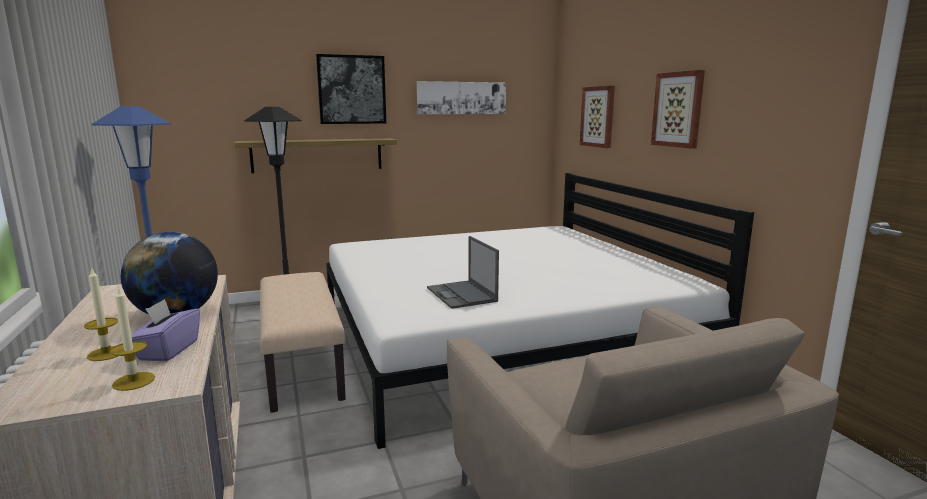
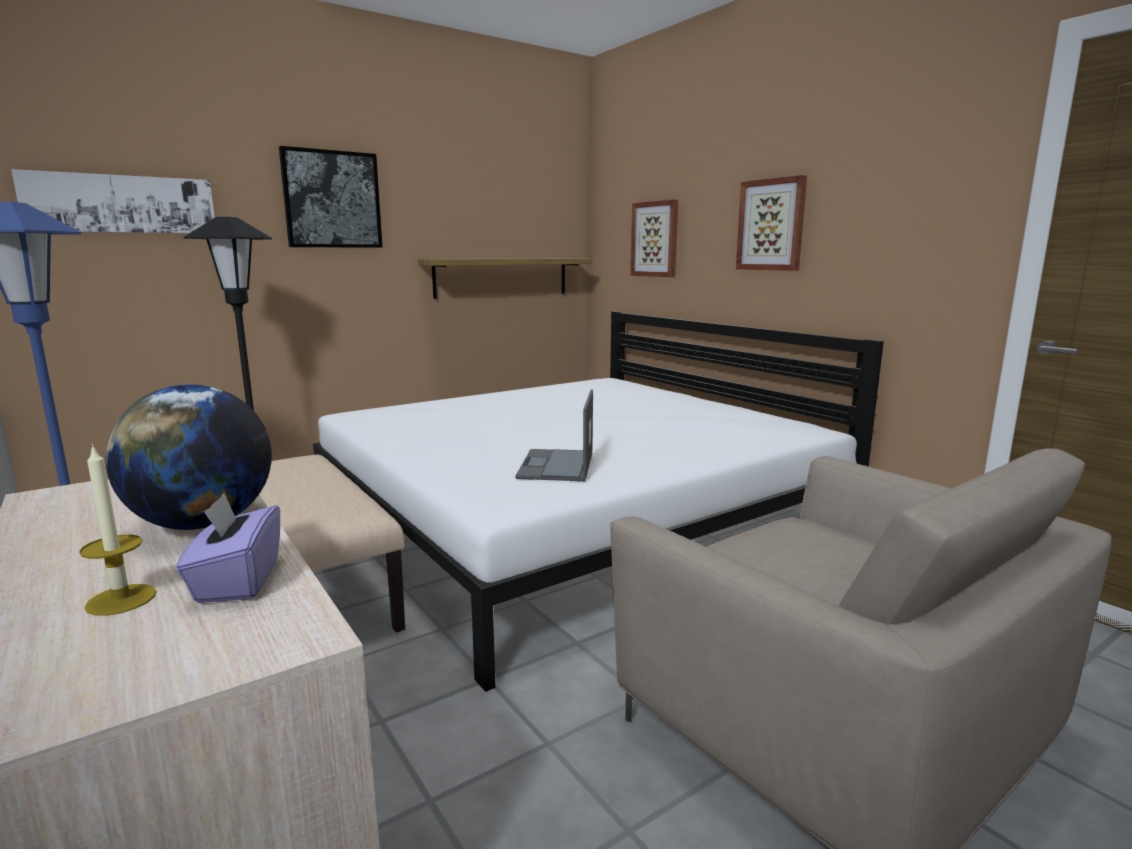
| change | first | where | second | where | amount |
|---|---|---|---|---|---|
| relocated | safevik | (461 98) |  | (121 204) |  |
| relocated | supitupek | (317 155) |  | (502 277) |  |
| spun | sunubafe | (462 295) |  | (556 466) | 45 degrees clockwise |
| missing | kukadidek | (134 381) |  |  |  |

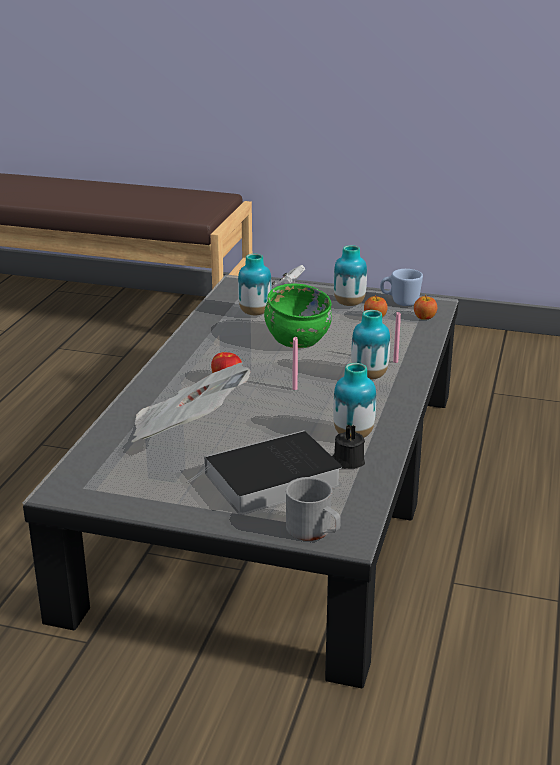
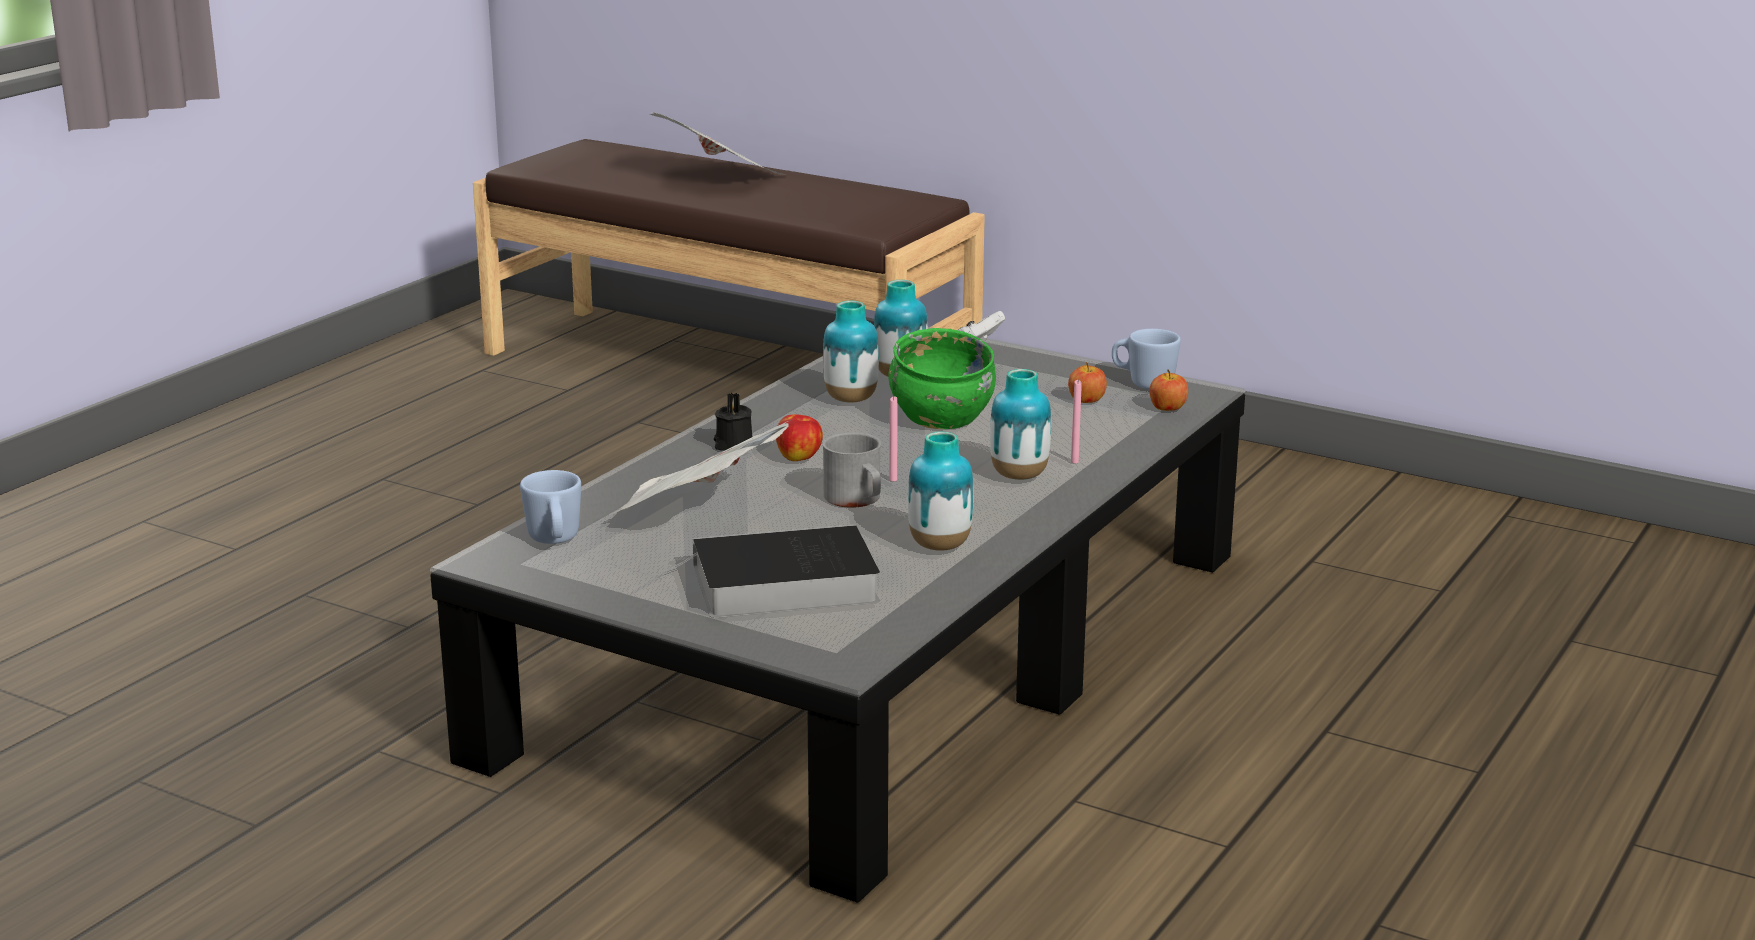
| change | first | where | second | where | amount |
|---|---|---|---|---|---|
| appeared |  |  | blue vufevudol | (554 541) |  |
| appeared |  |  | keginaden | (718 179) |  |
| relocated | black kukadidek | (348 461) |  | (733 445) |  |
| relocated | grey vufevudol | (314 531) |  | (856 500) |  |
| relocated | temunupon | (349 304) |  | (850 399) |  |

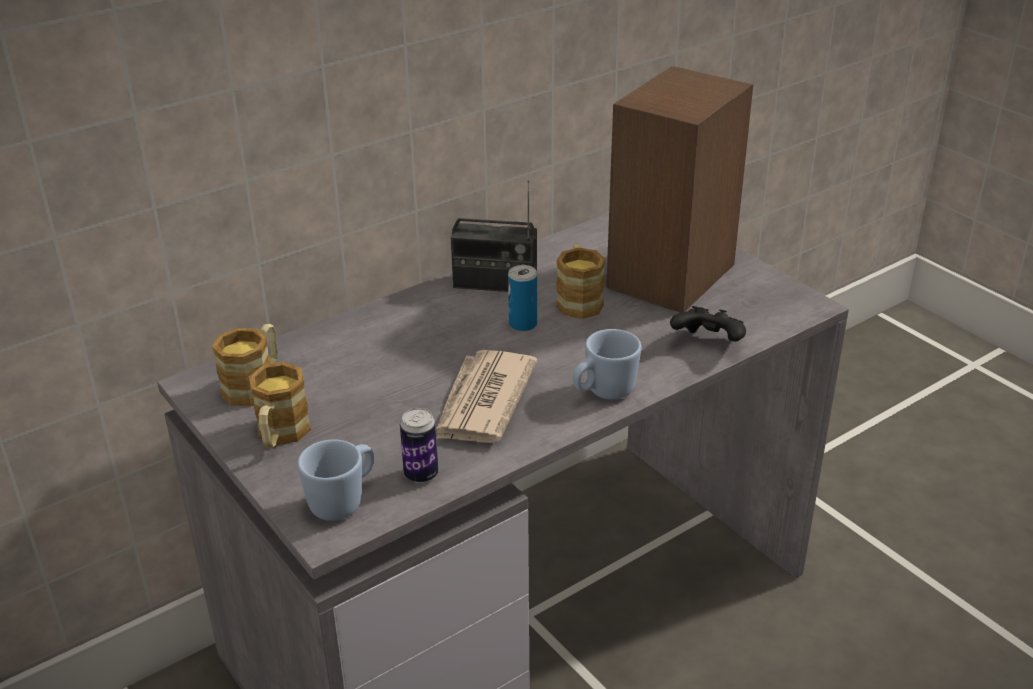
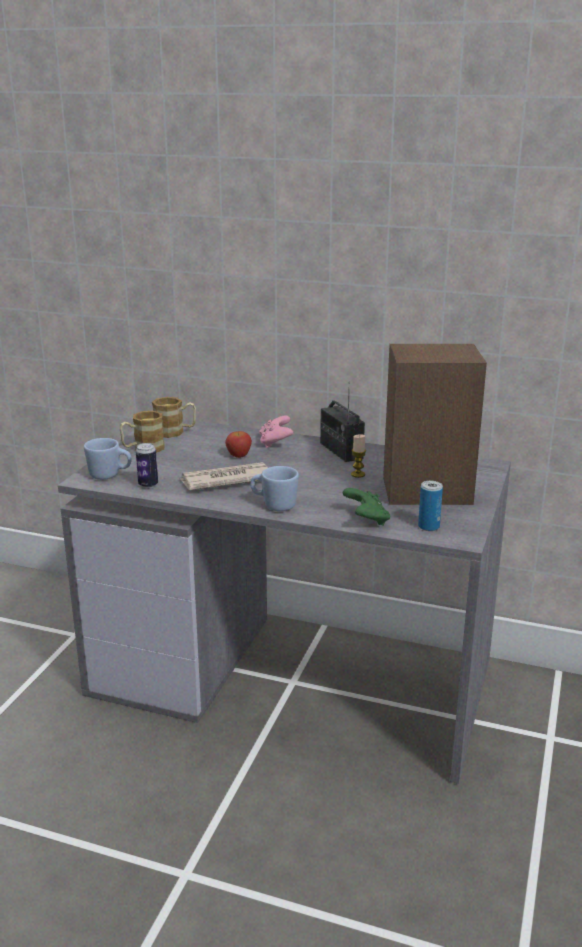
| change | first | where | second | where | amount |
|---|---|---|---|---|---|
| appeared |  |  | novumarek | (238 455) |  |
| appeared |  |  | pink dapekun | (275 442) |  |
| colour | black dapekun | (708 344) | green dapekun | (366 520) |  |
| exchanged | vufevudol | (578 300) | kukadidek | (358 474) |  |
| relocated | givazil | (523 324) |  | (428 526) |  |

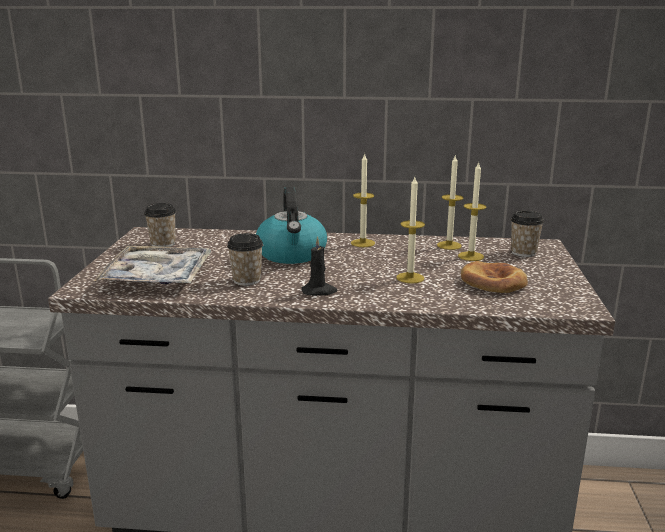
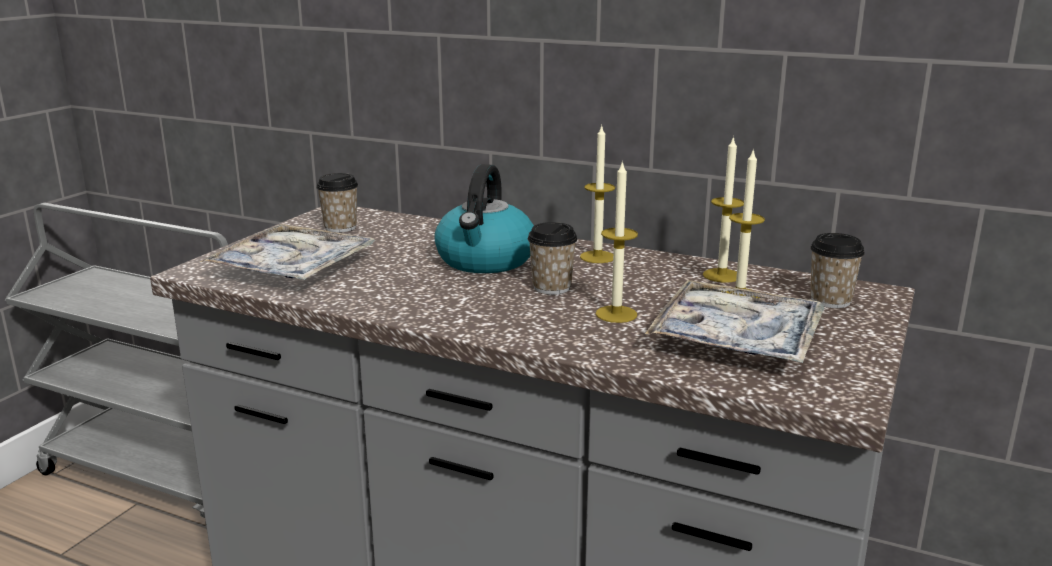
| change | first | where | second | where | amount |
|---|---|---|---|---|---|
| relocated | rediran | (247 280) |  | (551 287) |  |
| exchanged | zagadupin | (493 282) | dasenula | (736 338) |  |
| missing | black kukadidek | (319 291) |  |  |  |

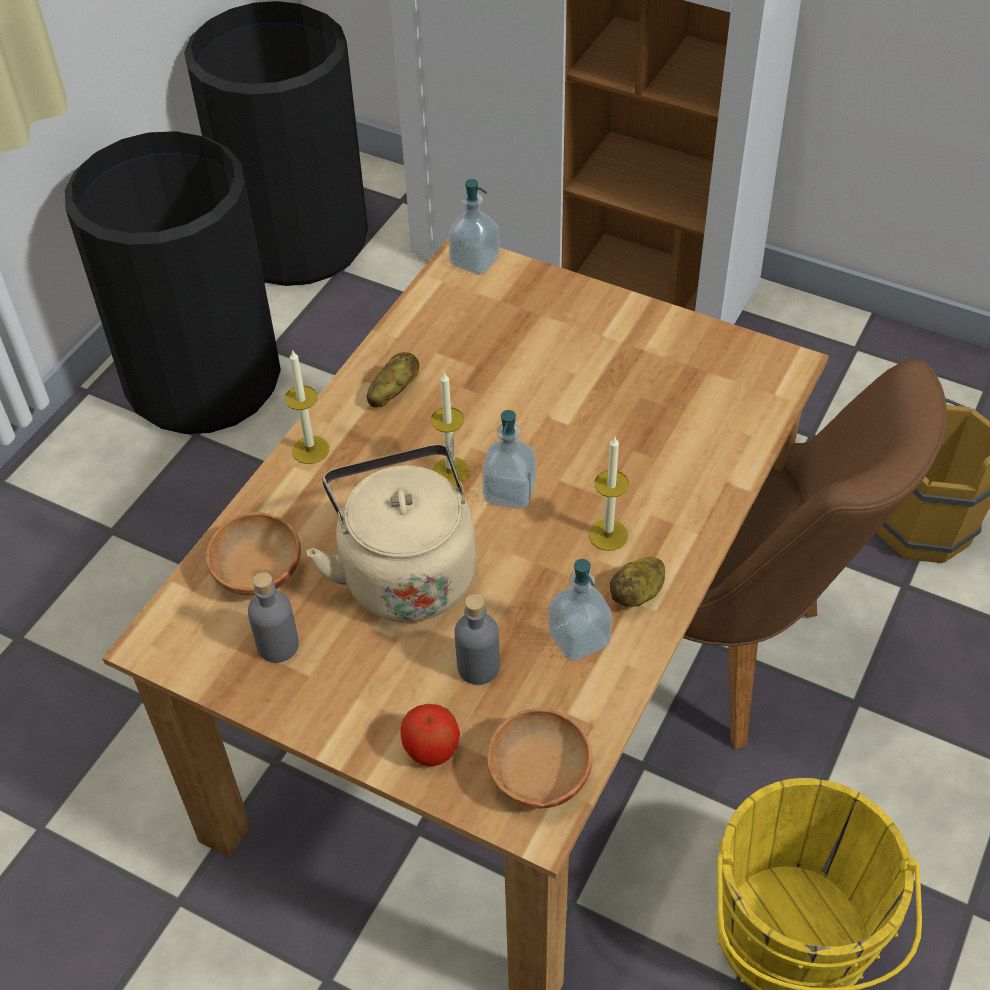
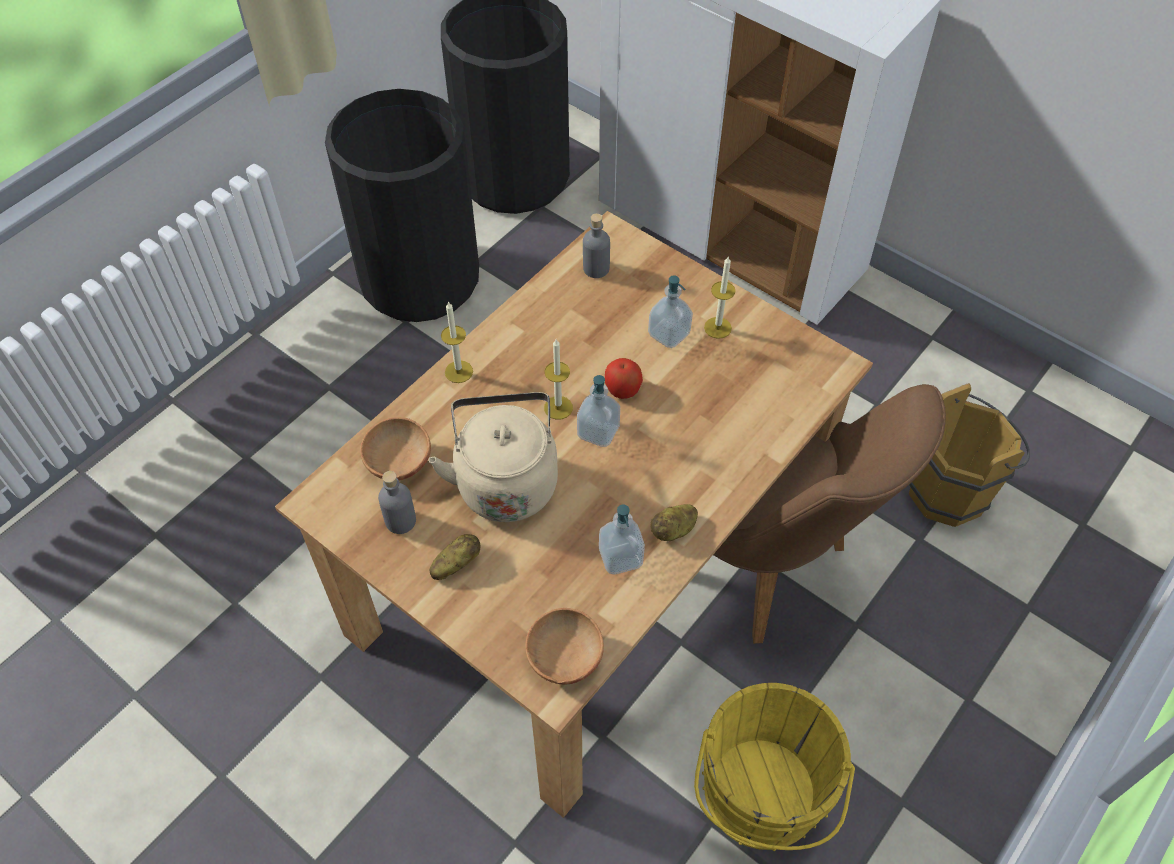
| change | first | where | second | where | amount |
|---|---|---|---|---|---|
| relocated | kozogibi | (393 392) |  | (456 564) |  |
| relocated | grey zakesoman | (478 667) |  | (596 268) |  |
| relocated | novumarek | (431 750) |  | (622 390) |  |
| relocated | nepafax | (474 261) |  | (669 334) |  |
| relocated | kukadidek | (608 535) |  | (717 327) |  |

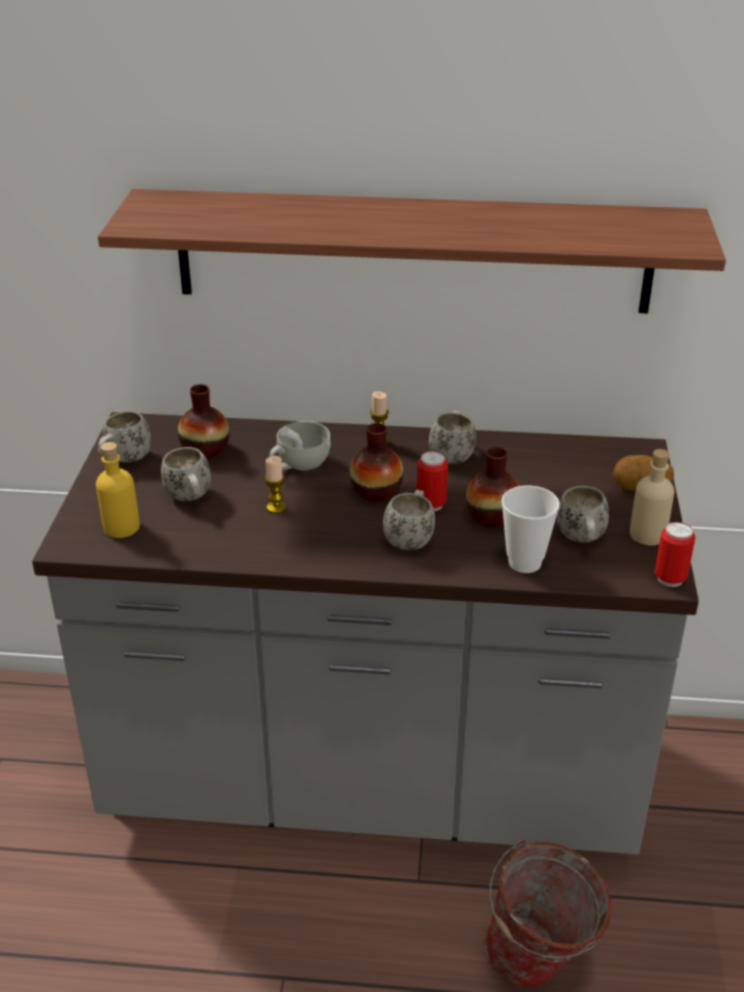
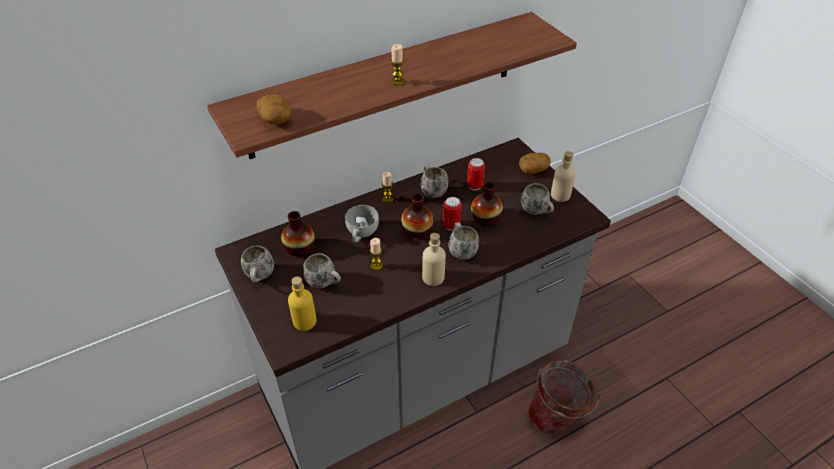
| change | first | where | second | where | amount |
|---|---|---|---|---|---|
| appeared |  |  | kozogibi | (276 119) |  |
| appeared |  |  | kukadidek | (397 81) |  |
| appeared |  |  | beige zakesoman | (433 277) |  |
| relocated | givazil | (670 578) |  | (474 186) |  |
| missing | rediran | (524 563) |  |  |  |

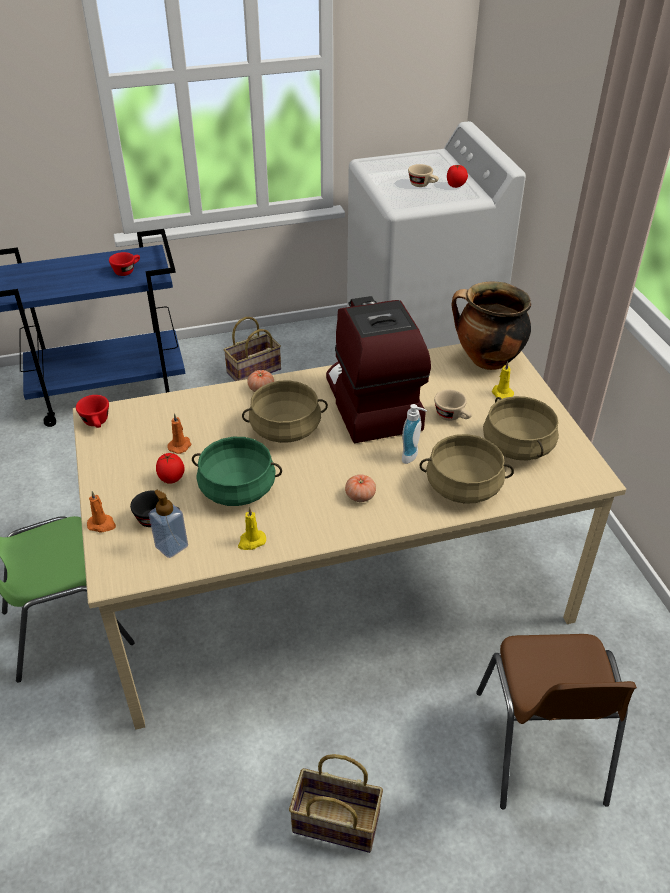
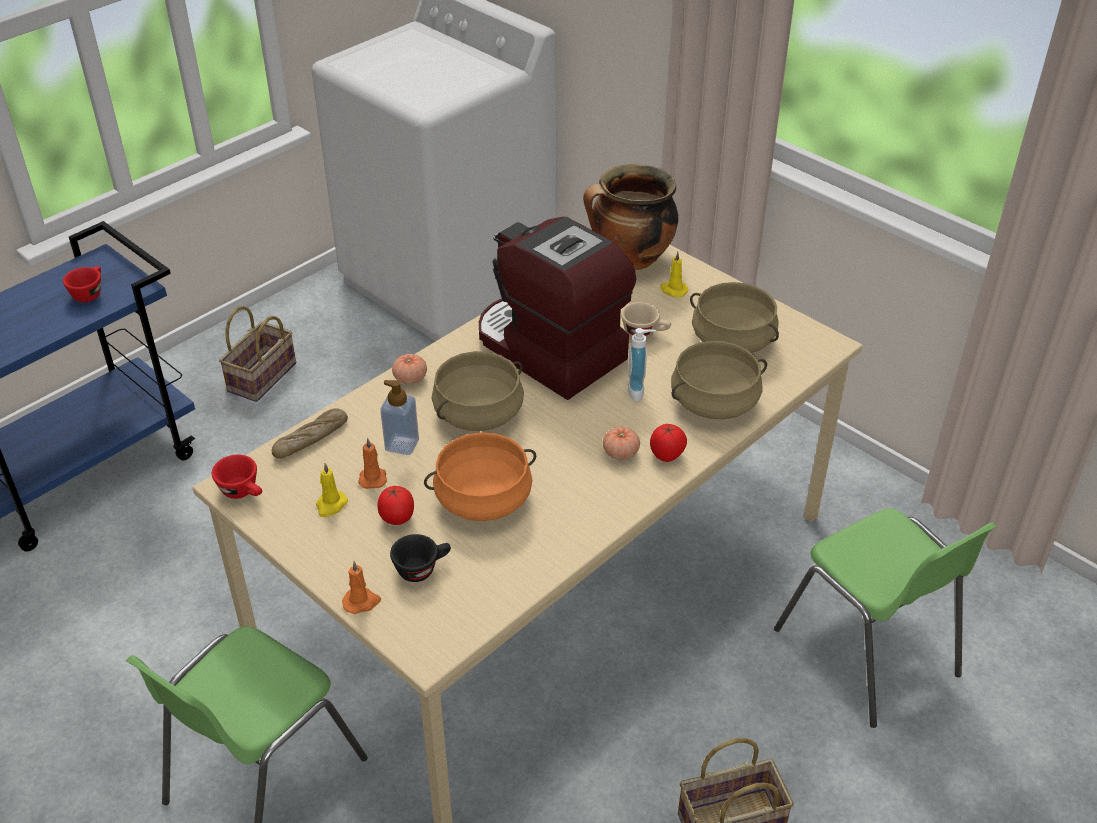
| change | first | where | second | where | amount |
|---|---|---|---|---|---|
| appeared |  |  | zagadupin | (311 439) |  |
| relocated | yellow kukadidek | (251 541) |  | (331 505) |  |
| relocated | nepafax | (171 546) |  | (402 444) |  |
| colour | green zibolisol | (238 488) | orange zibolisol | (483 498) |  |
| relocated | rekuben | (456 186) |  | (667 455) |  |
| colour | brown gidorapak | (540 748) | green gidorapak | (868 653) |  |
| missing | beige rediran | (423 185) |  |  |  |

